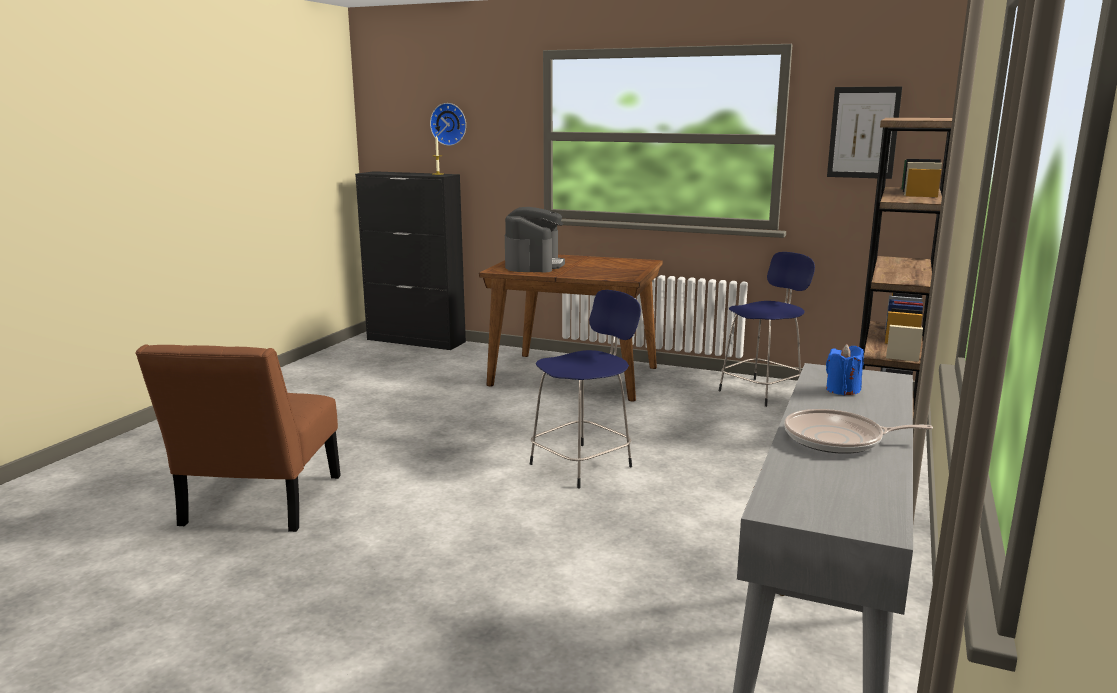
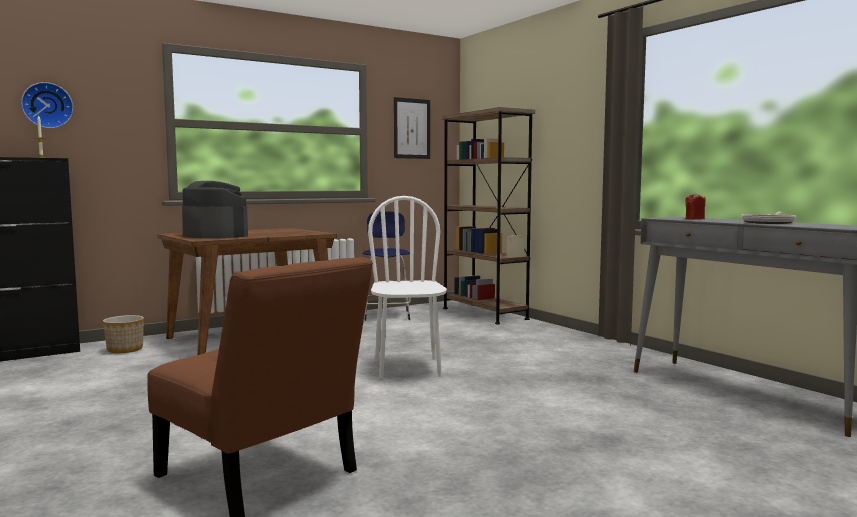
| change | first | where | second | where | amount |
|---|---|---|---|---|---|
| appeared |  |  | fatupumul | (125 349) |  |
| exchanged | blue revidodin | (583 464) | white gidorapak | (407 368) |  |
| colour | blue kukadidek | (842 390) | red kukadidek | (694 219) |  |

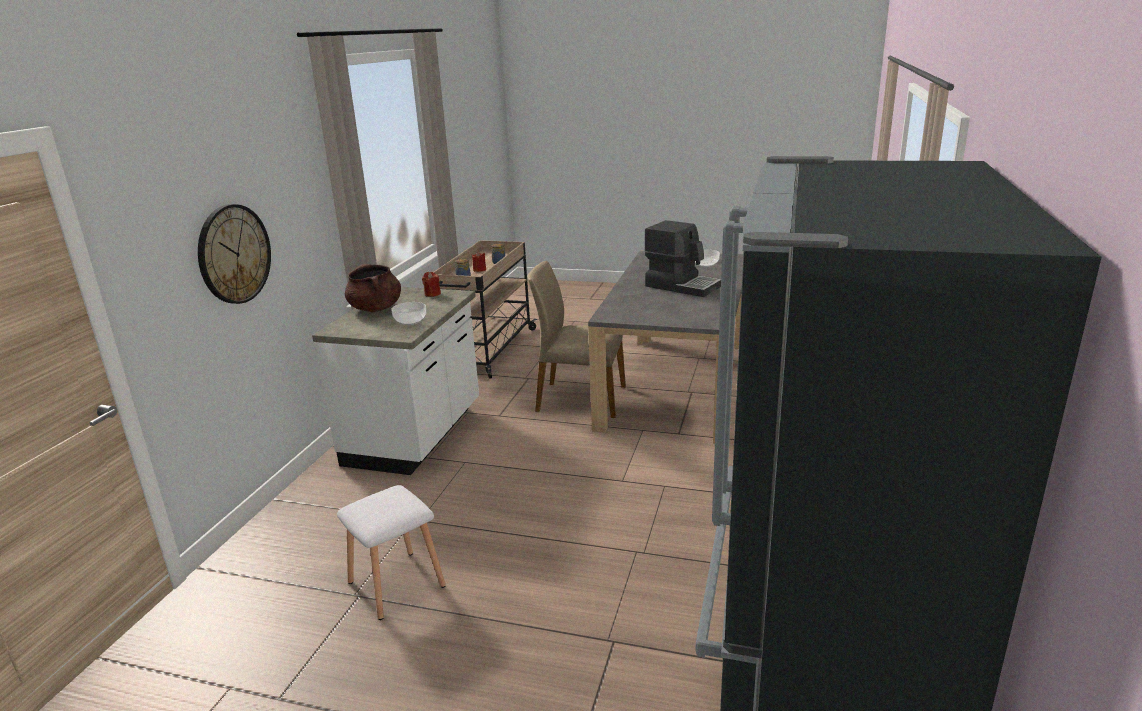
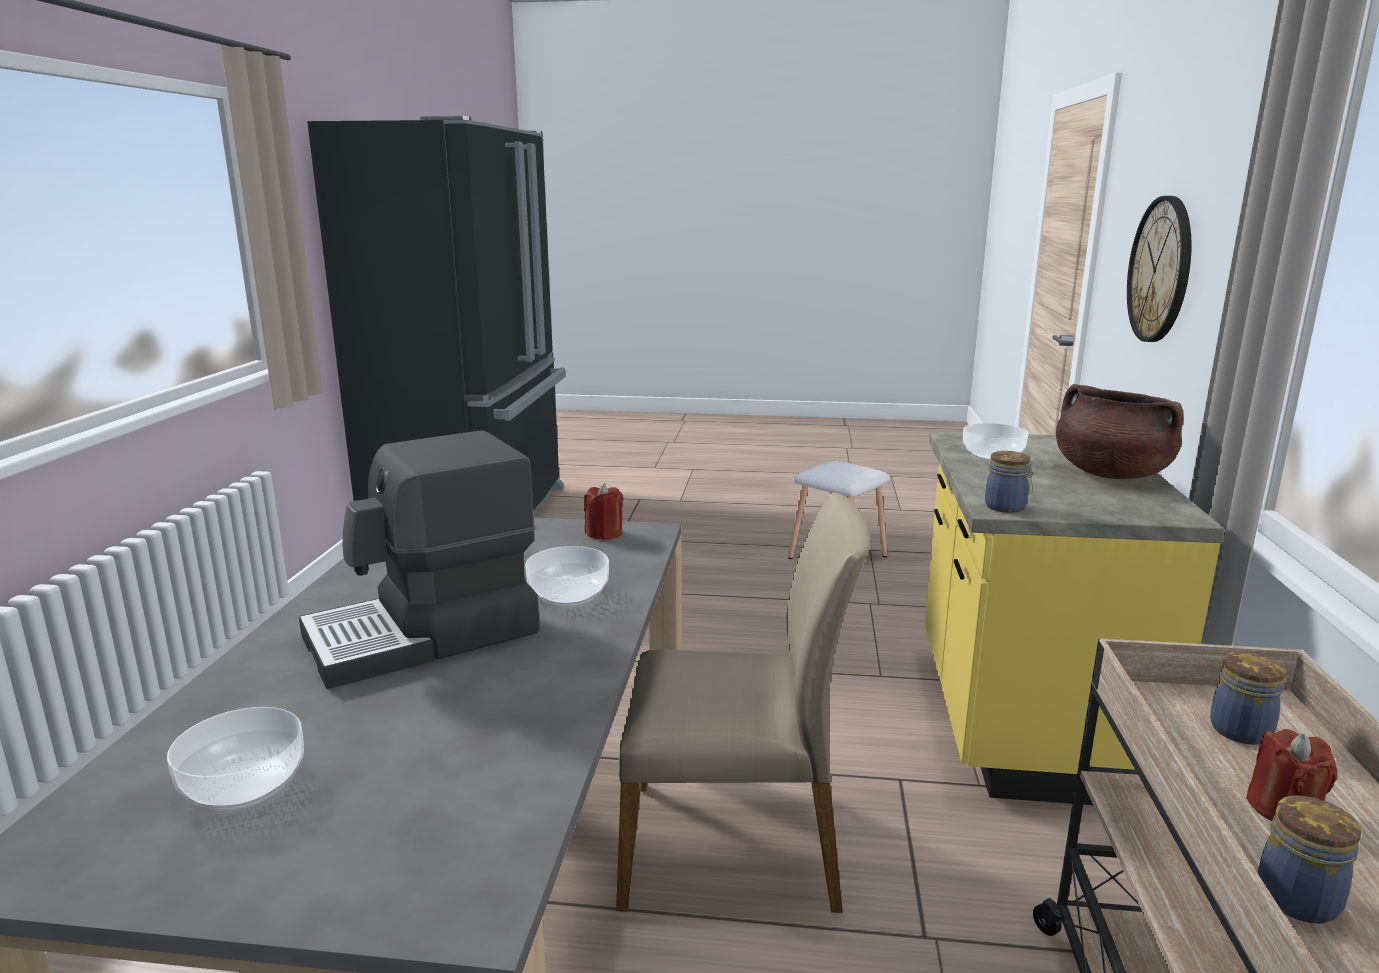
| change | first | where | second | where | amount |
|---|---|---|---|---|---|
| spun | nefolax | (682 286) |  | (425 635) | 60 degrees counterclockwise |
| appeared |  |  | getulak | (568 593) |  |
| relocated | red kukadidek | (432 294) |  | (604 533) |  |
| colour | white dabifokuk | (416 436) | yellow dabifokuk | (1020 719) |  |
| appeared |  |  | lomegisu | (1006 507) |  |

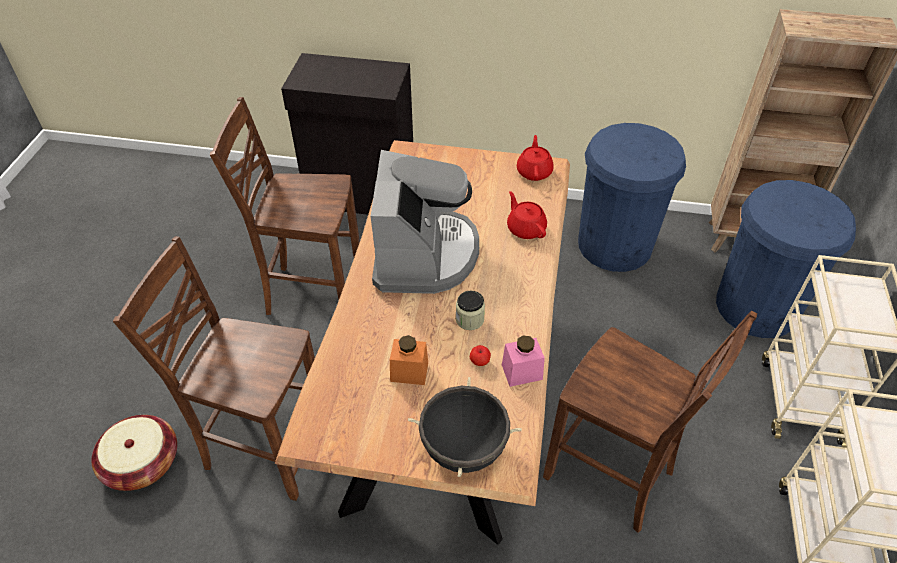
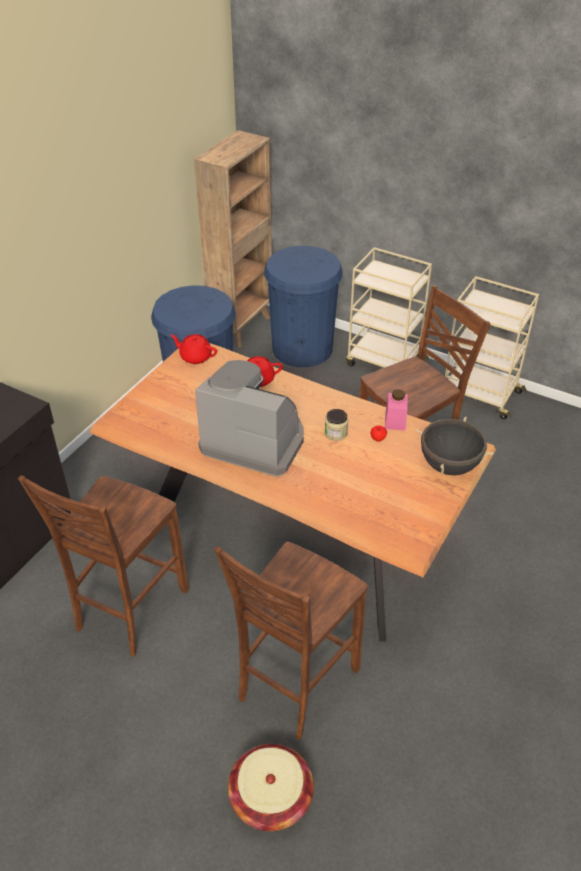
| change | first | where | second | where | amount |
|---|---|---|---|---|---|
| missing | orange lomegisu | (409 372) |  |  |  |

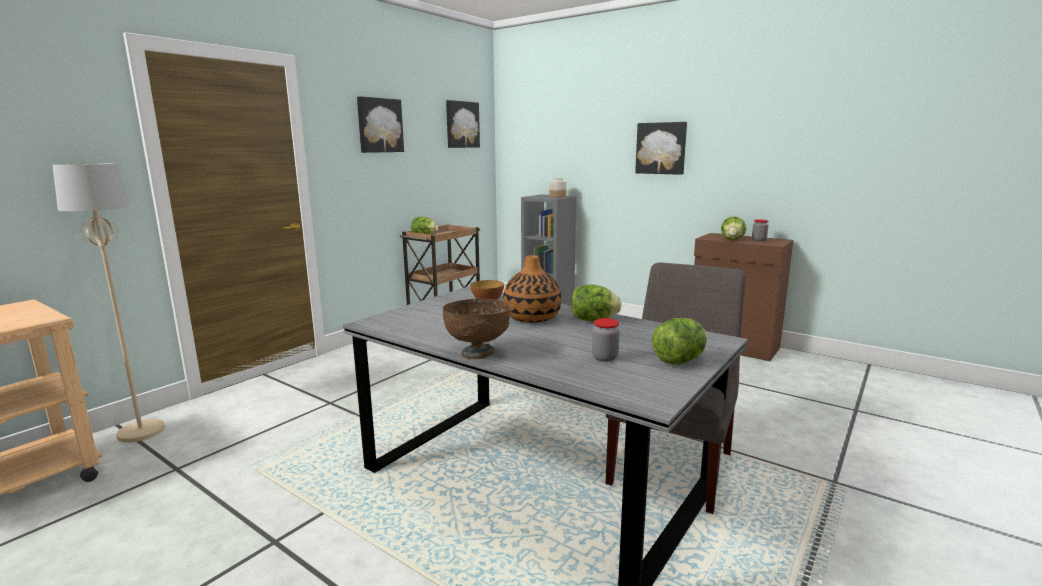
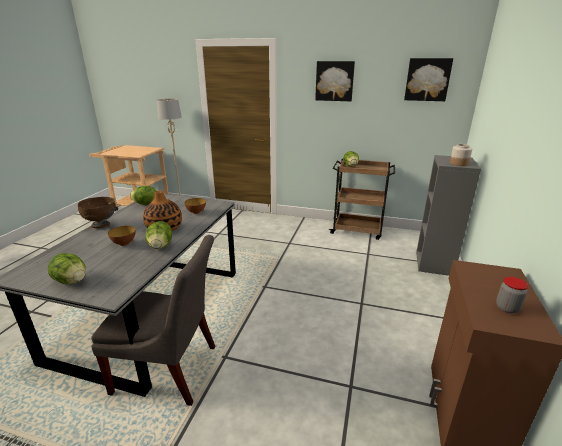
| change | first | where | second | where | amount |
|---|---|---|---|---|---|
| appeared |  |  | getulak | (124 243) |  |
| relocated | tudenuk | (732 240) |  | (146 204) |  |
| missing | lomegisu | (605 358) |  |  |  |
| missing | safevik | (661 148) |  |  |  |

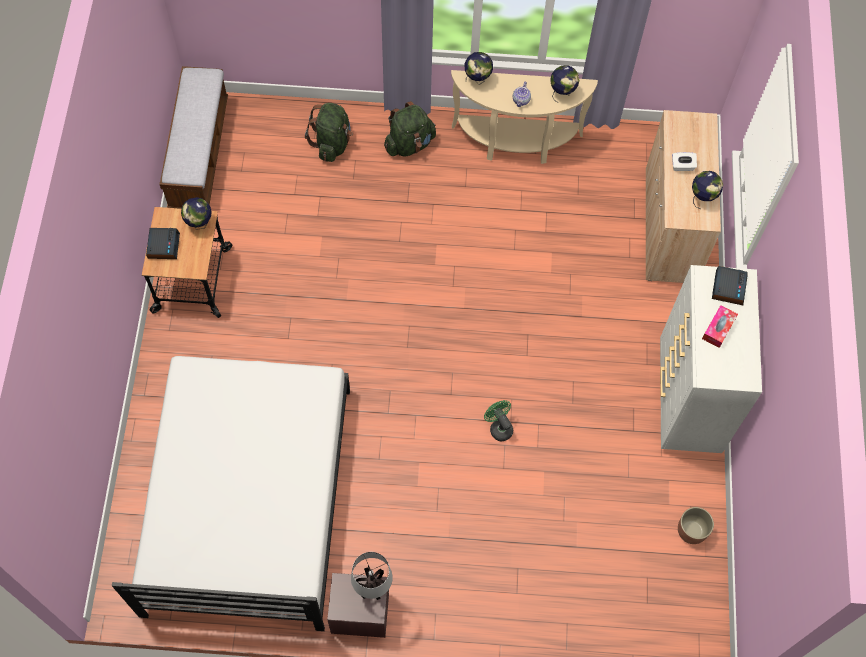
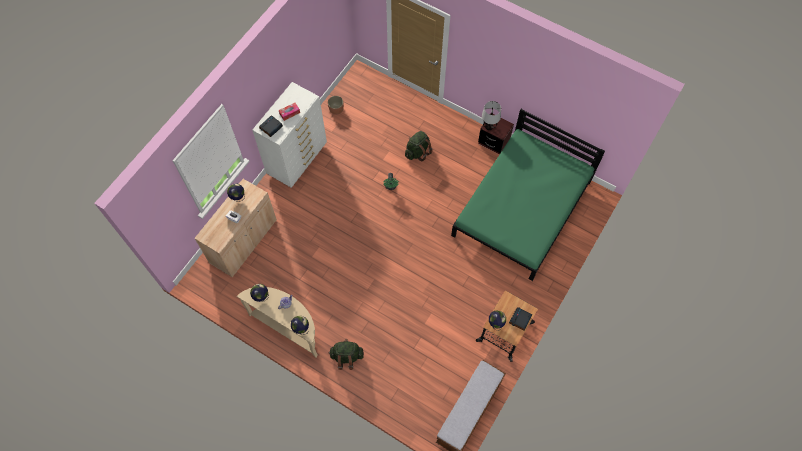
| change | first | where | second | where | amount |
|---|---|---|---|---|---|
| relocated | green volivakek | (332 143) |  | (417 152) |  |
| colour | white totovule | (248 499) | green totovule | (522 208) |  |

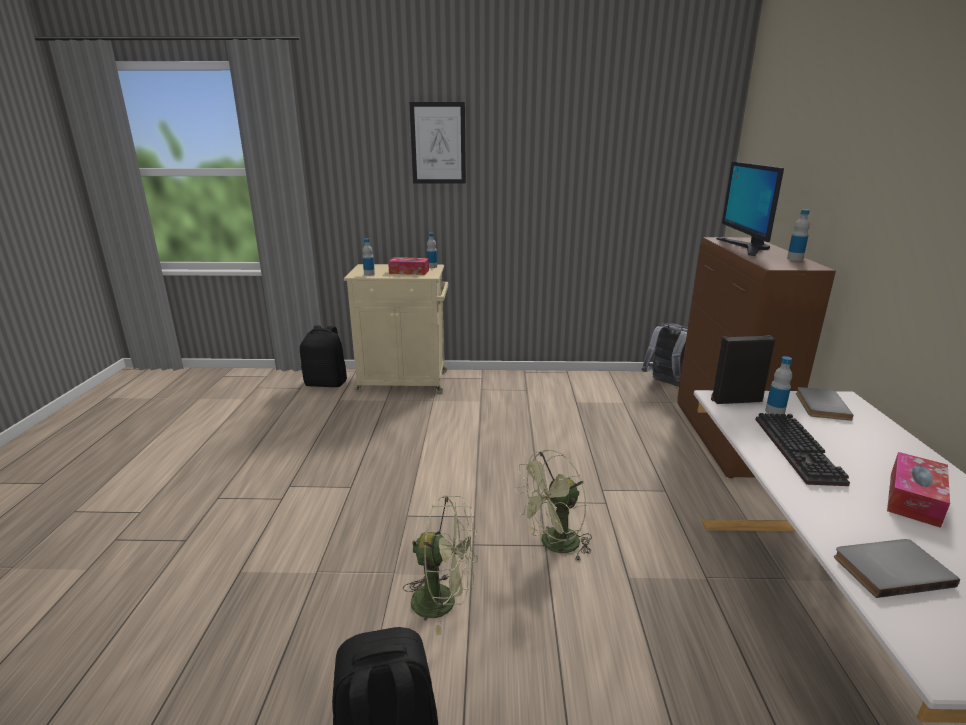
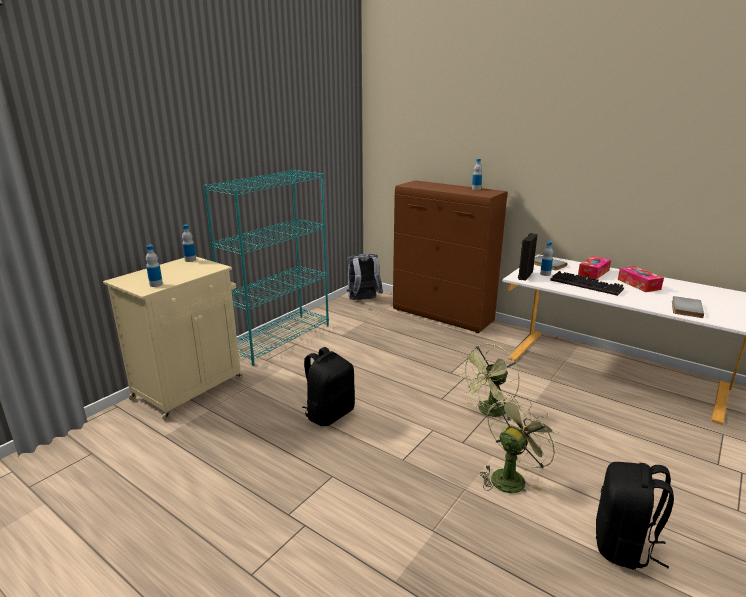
| change | first | where | second | where | amount |
|---|---|---|---|---|---|
| appeared |  |  | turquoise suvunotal | (279 338) |  |
| relocated | black volivakek | (326 383) |  | (329 414) |  |
| spun | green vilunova | (554 545) |  | (489 412) | 45 degrees clockwise |
| relocated | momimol | (409 272) |  | (593 273) |  |
| missing | safevik | (438 143) |  |  |  |
| missing | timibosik | (745 247) |  |  |  |

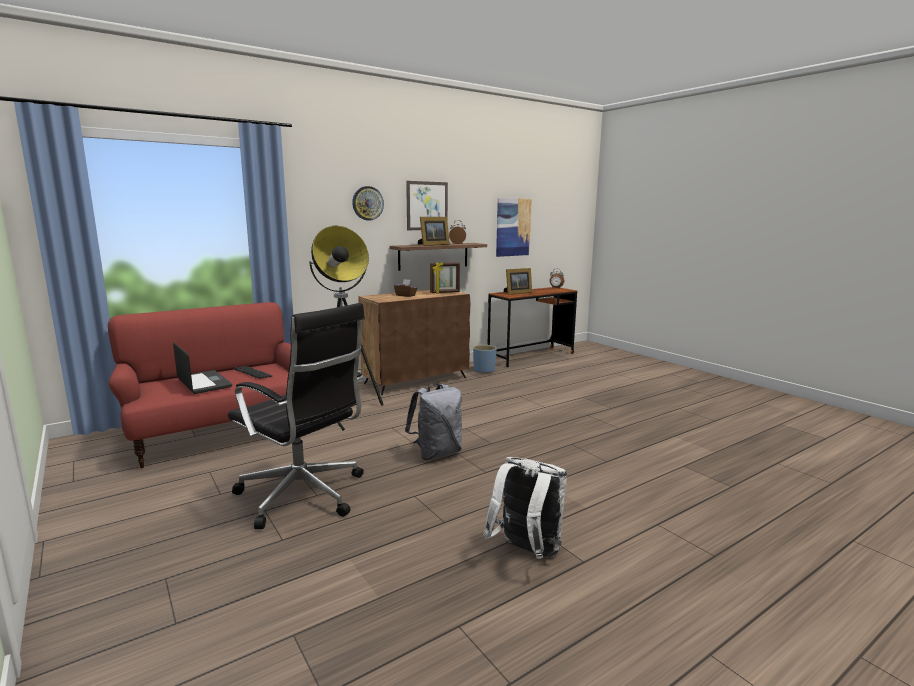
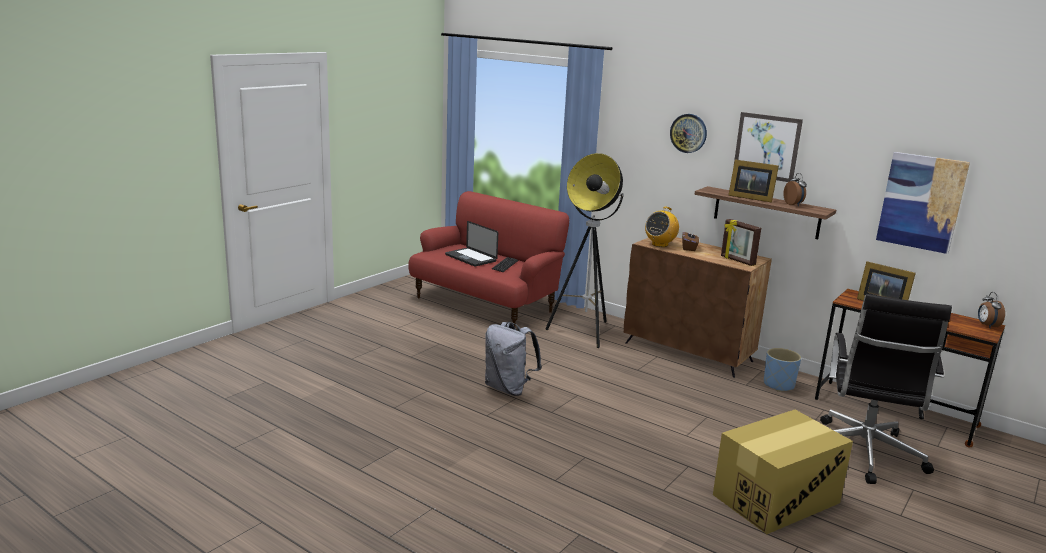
| change | first | where | second | where | amount |
|---|---|---|---|---|---|
| spun | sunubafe | (204 383) |  | (470 258) | 105 degrees clockwise |
| appeared |  |  | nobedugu | (660 244) |  |
| appeared |  |  | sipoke | (776 498) |  |
| relocated | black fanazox | (304 496) |  | (863 454) |  |
| missing | white volivakek | (526 552) |  |  |  |

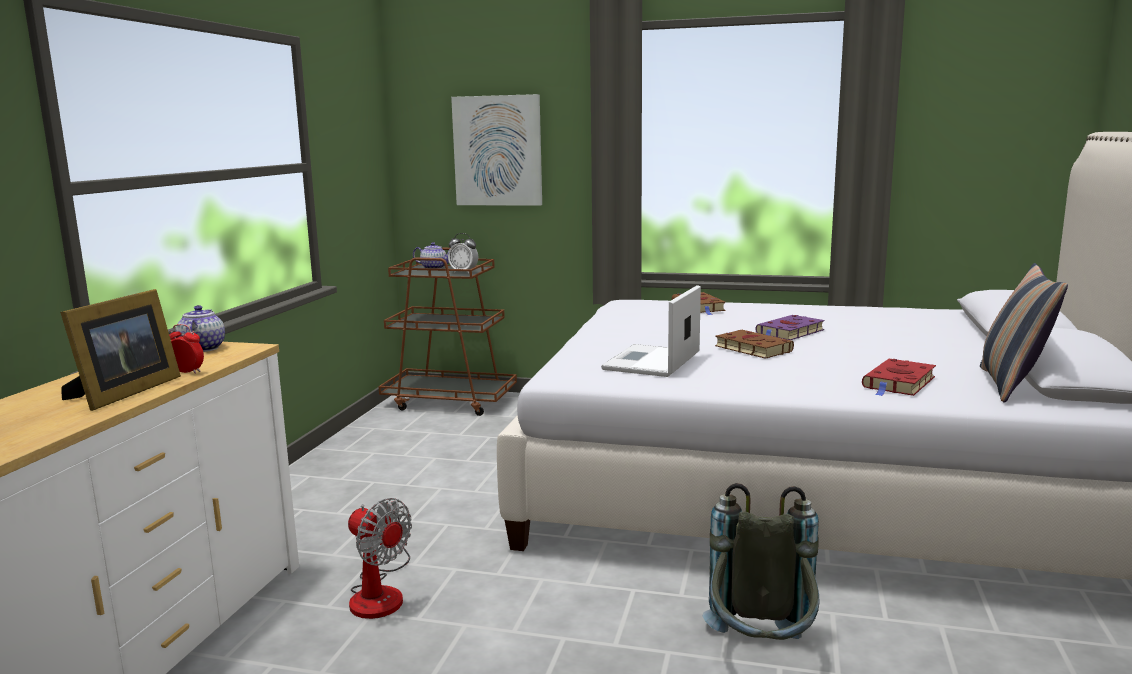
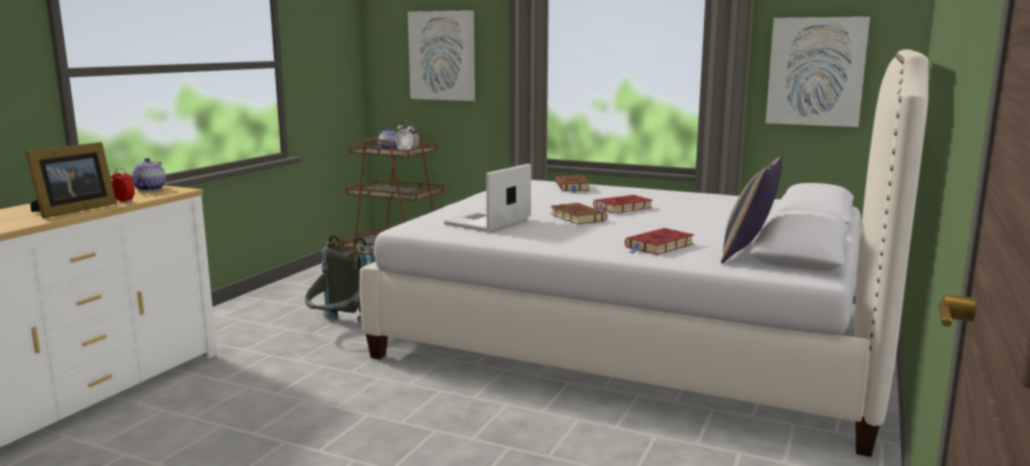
| change | first | where | second | where | amount |
|---|---|---|---|---|---|
| relocated | grey volivakek | (761 653) |  | (340 329) |  |
| colour | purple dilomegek | (789 332) | red dilomegek | (621 208) |  |
| appeared |  |  | safevik | (816 71) |  |
| missing | vilunova | (380 592) |  |  |  |

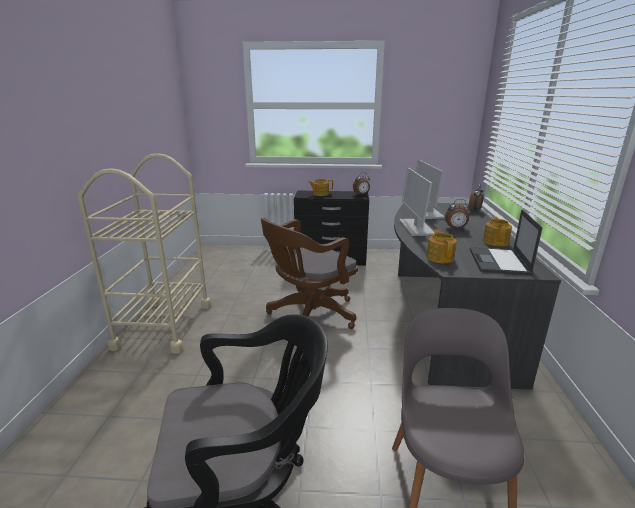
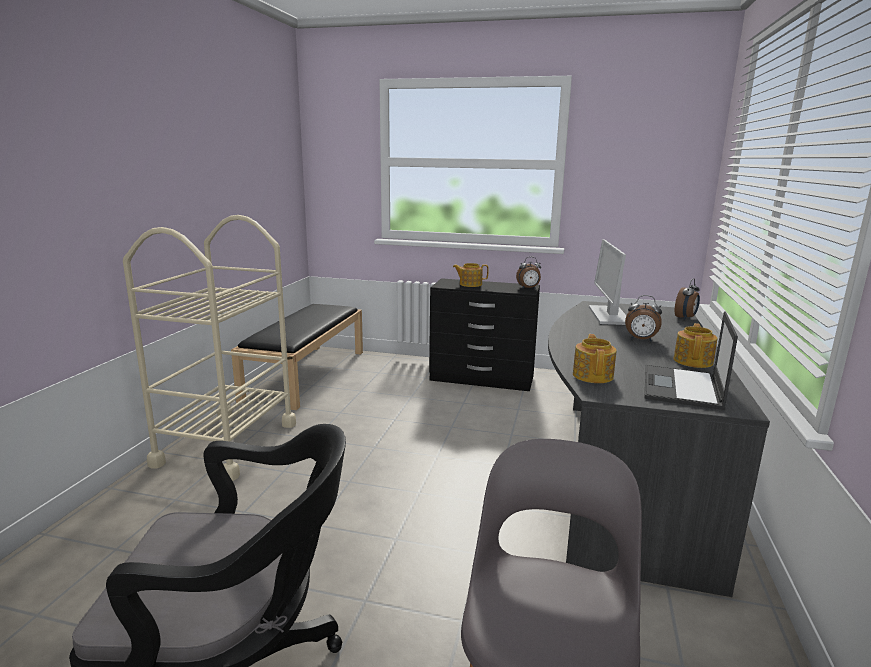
| change | first | where | second | where | amount |
|---|---|---|---|---|---|
| appeared |  |  | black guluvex | (306 374) |  |
| missing | brown fanazox | (309 315) |  |  |  |
| missing | timibosik | (415 227) |  |  |  |

